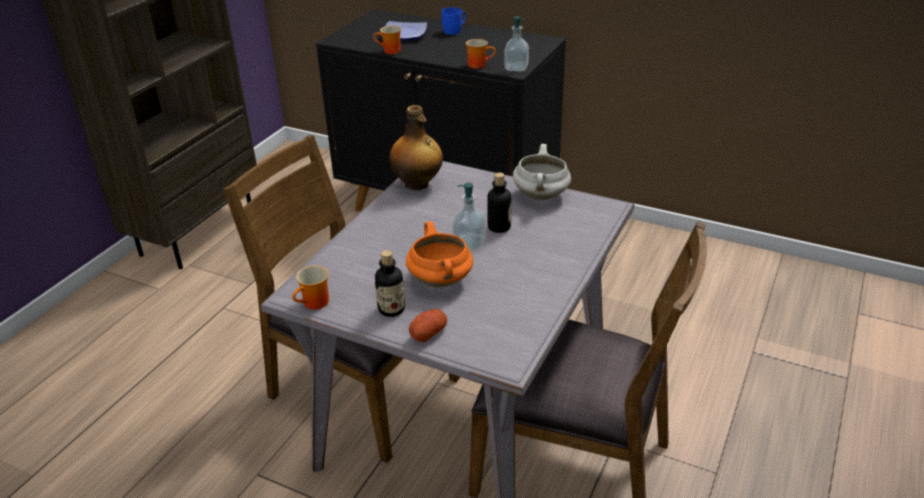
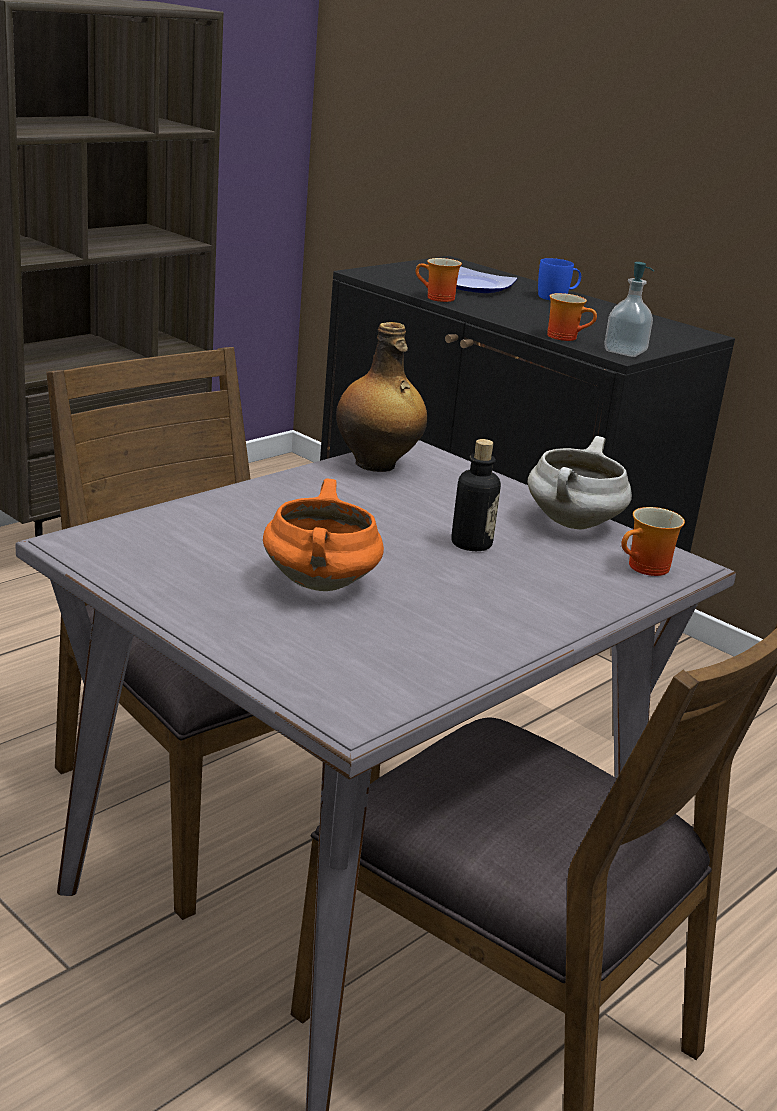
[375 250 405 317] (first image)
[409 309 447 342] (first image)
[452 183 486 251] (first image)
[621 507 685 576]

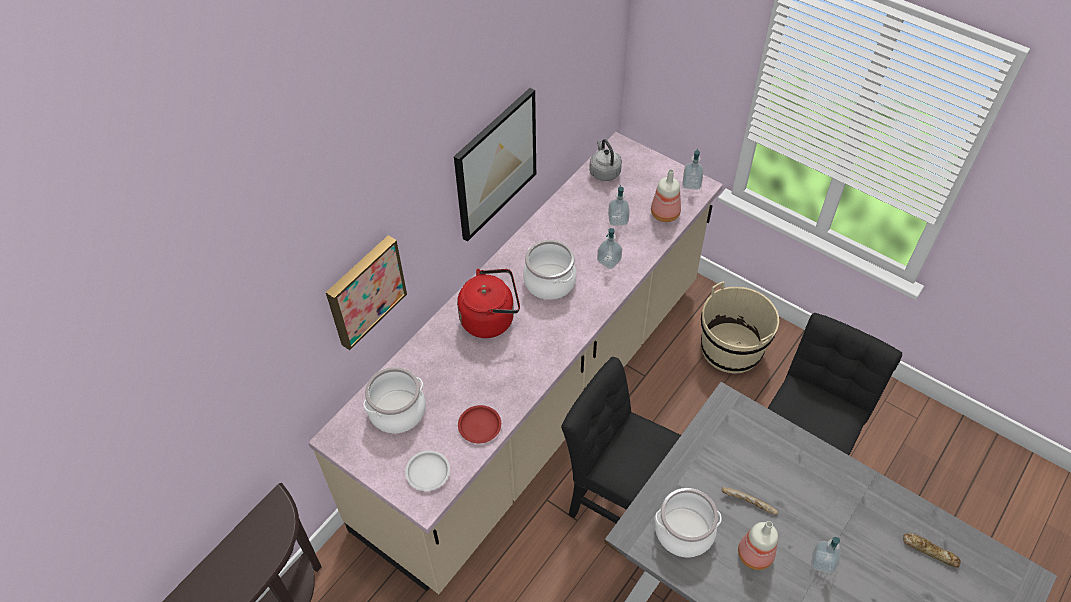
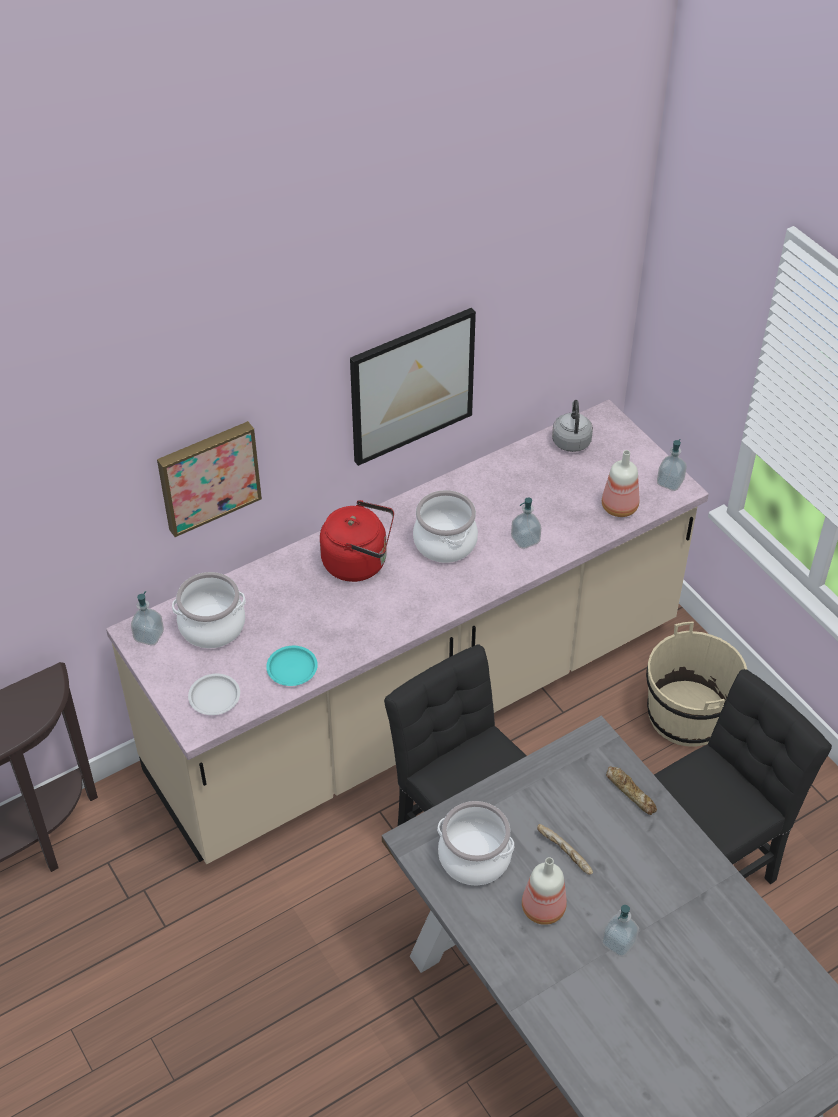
[131 591 164 645]
[606 766 657 815]
[266 646 318 686]

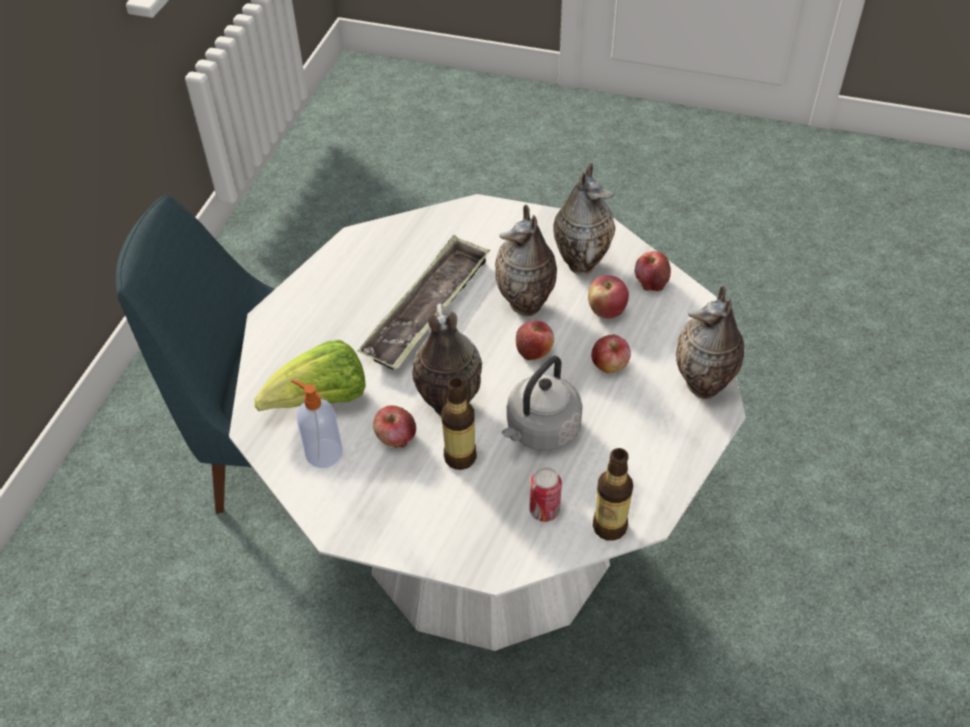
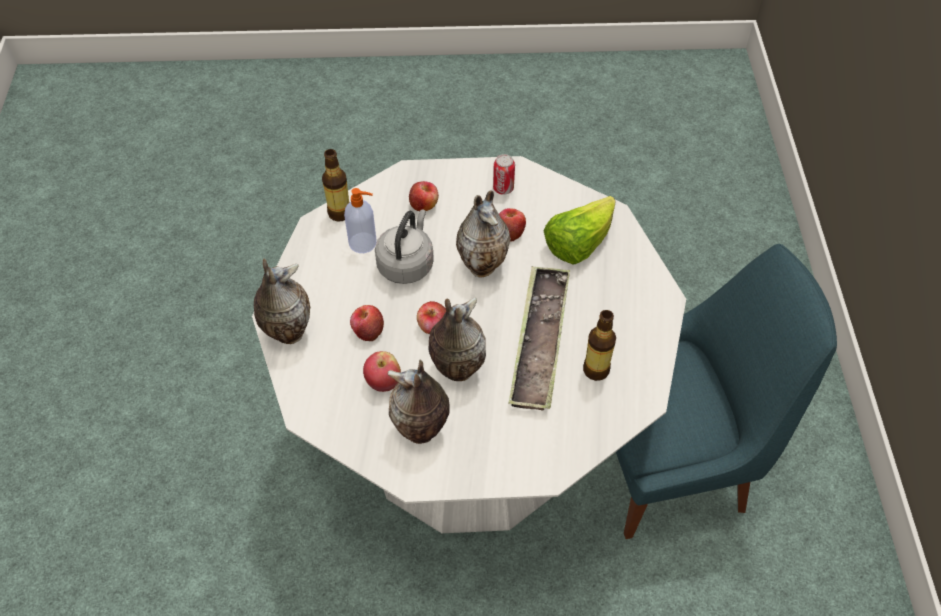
[344 188 377 253]
[583 310 616 381]
[493 154 515 195]
[409 181 439 211]

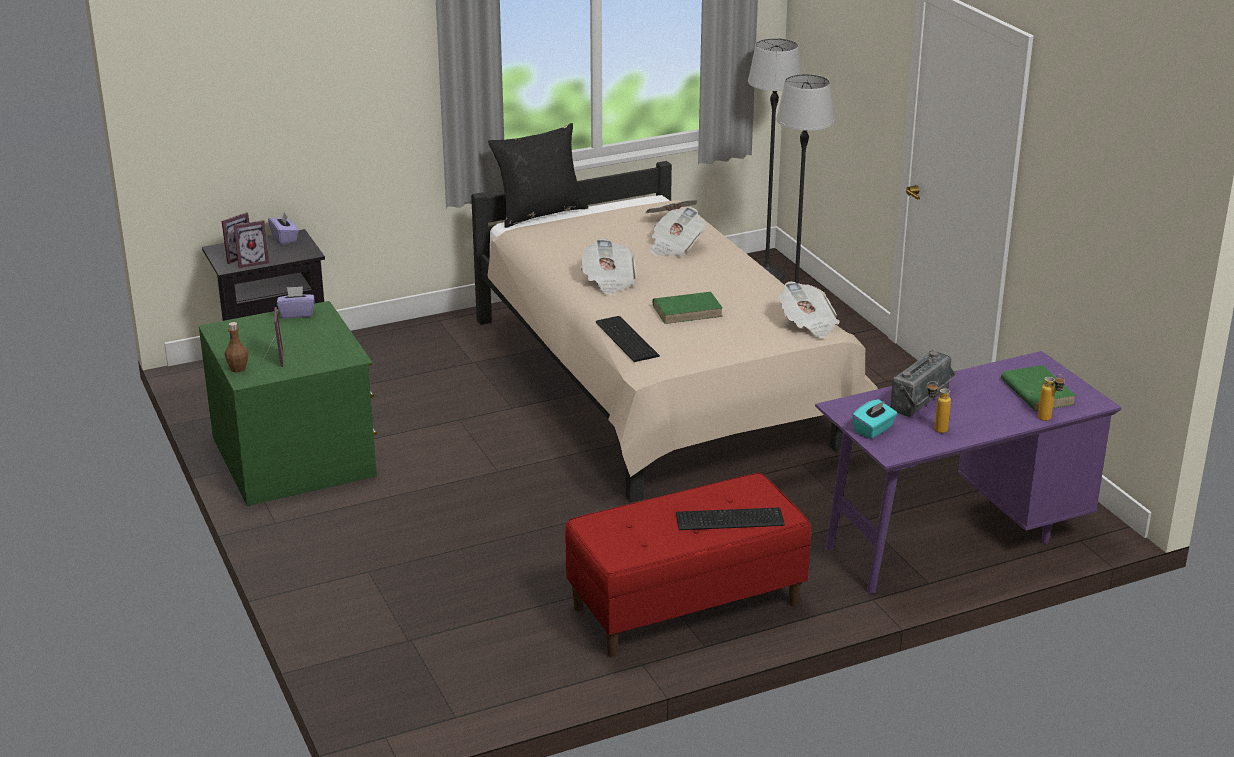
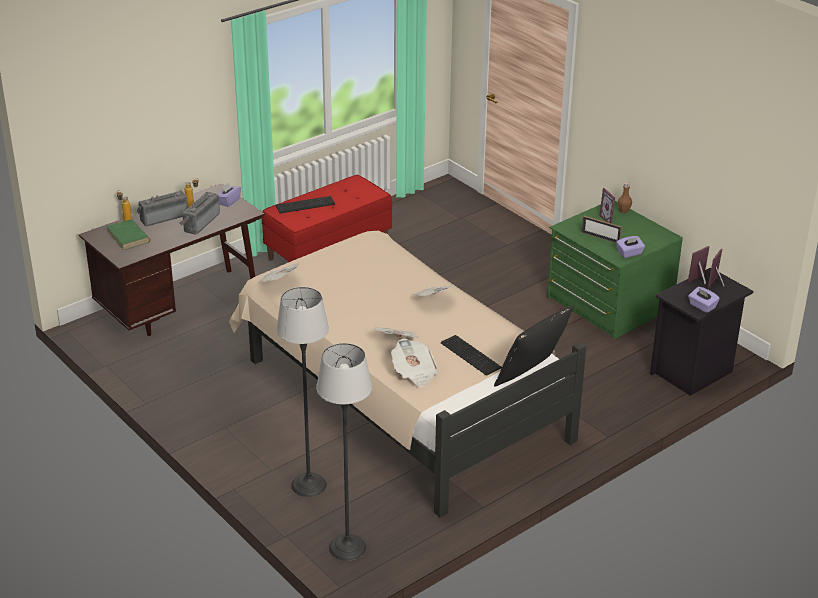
[653 292 723 324] (first image)
[137 190 188 226]
[581 215 622 243]
[441 335 502 376]
[79 183 265 336]
[218 183 241 207]

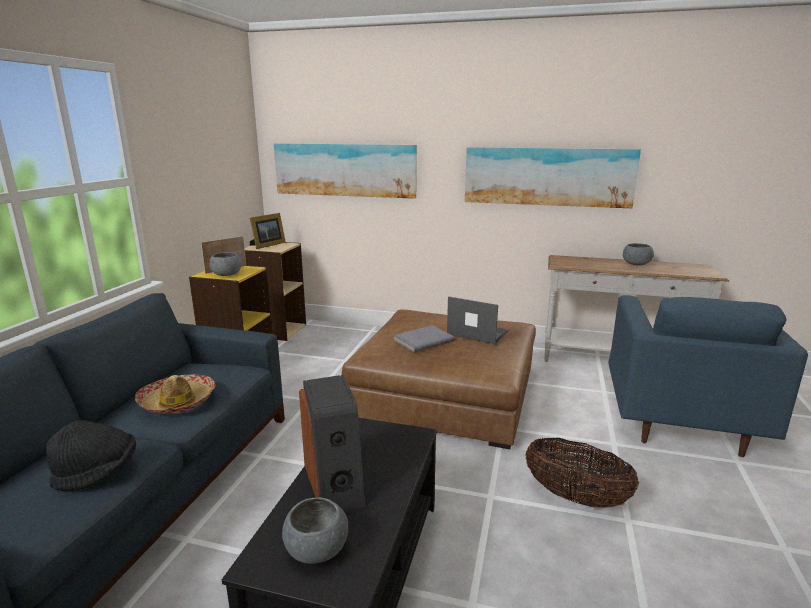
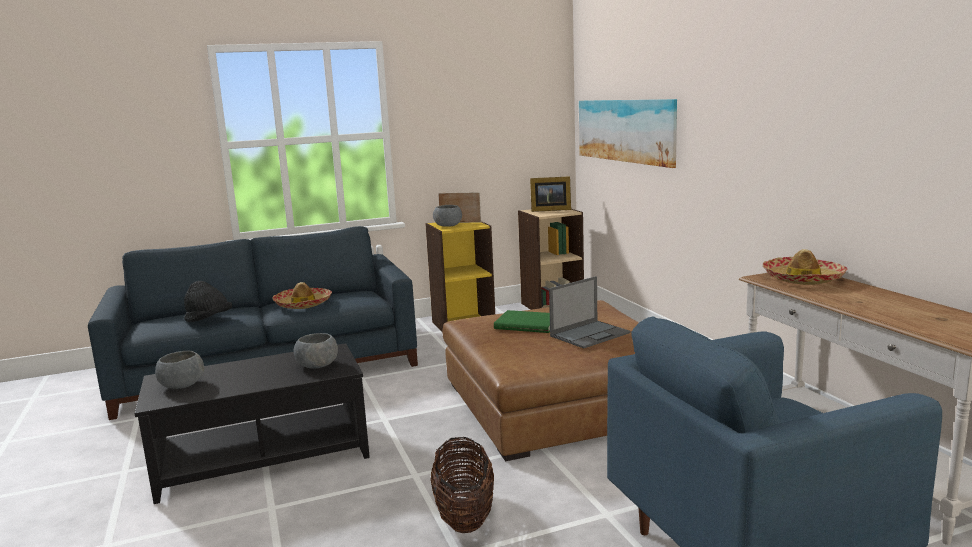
[299 375 365 511] (first image)
[465 147 641 208] (first image)
[762 249 848 285]
[294 333 338 369]
[494 310 550 333]
[549 276 631 348]

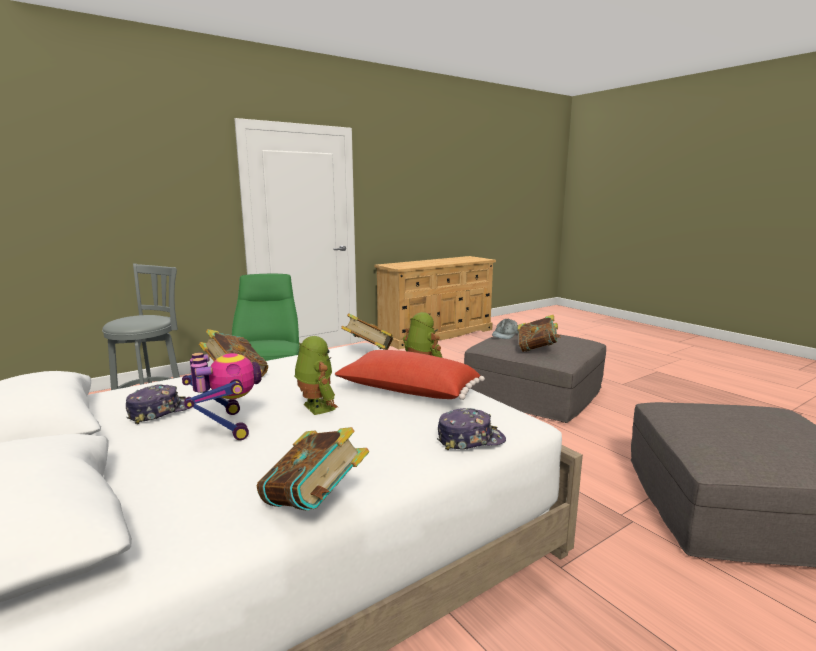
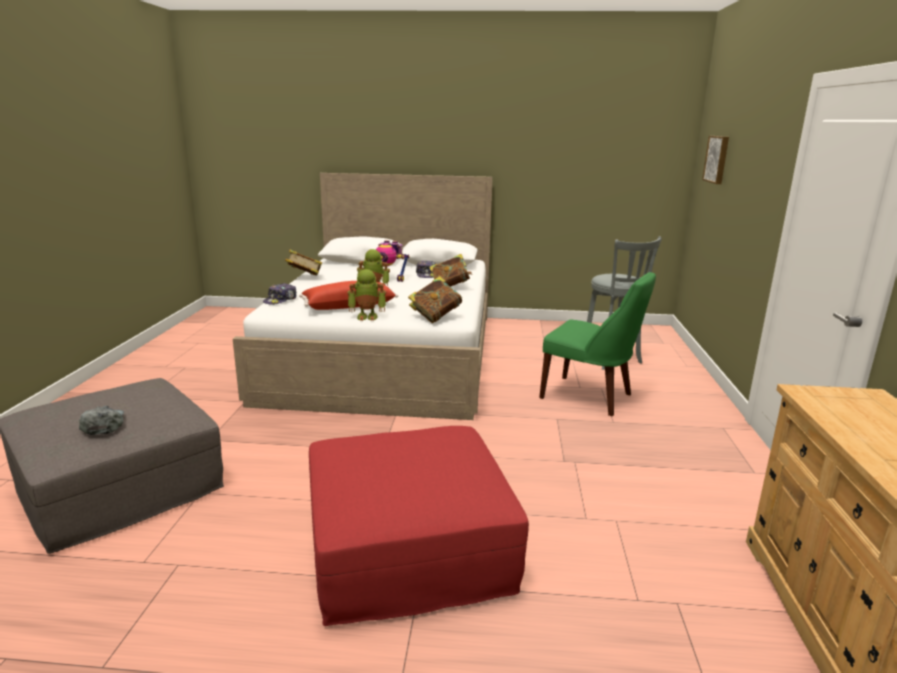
[518 315 561 352] (first image)
[702 136 729 184]
[79 406 124 435]
[309 426 529 626]

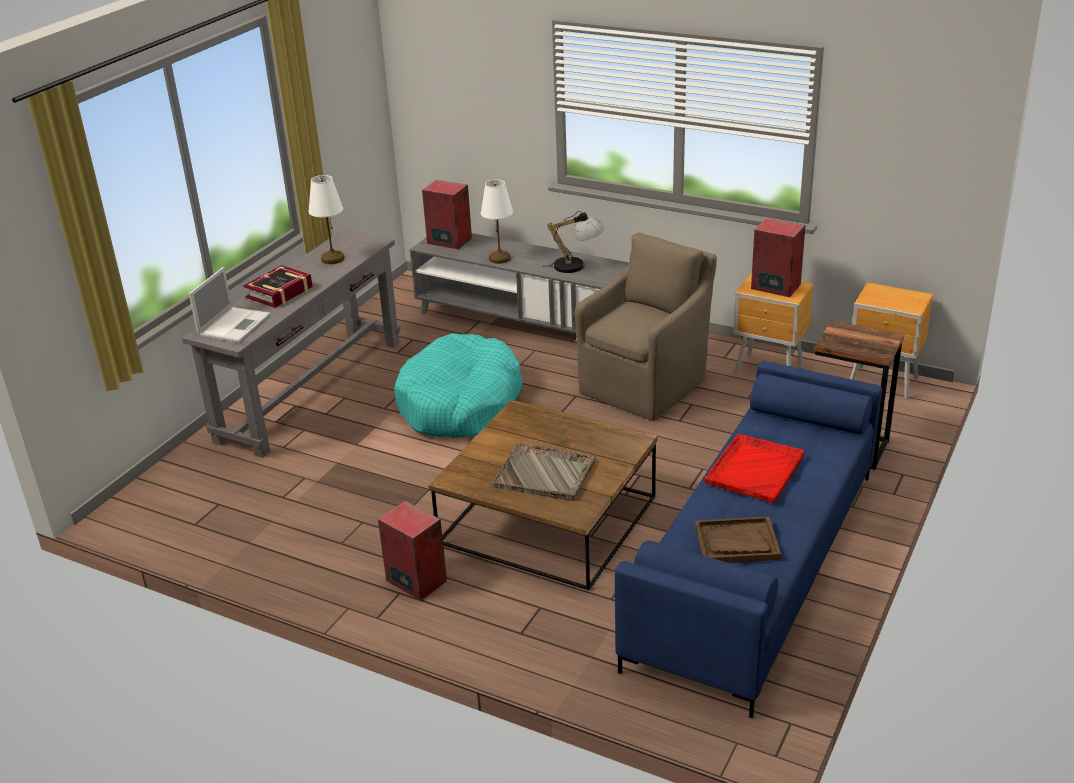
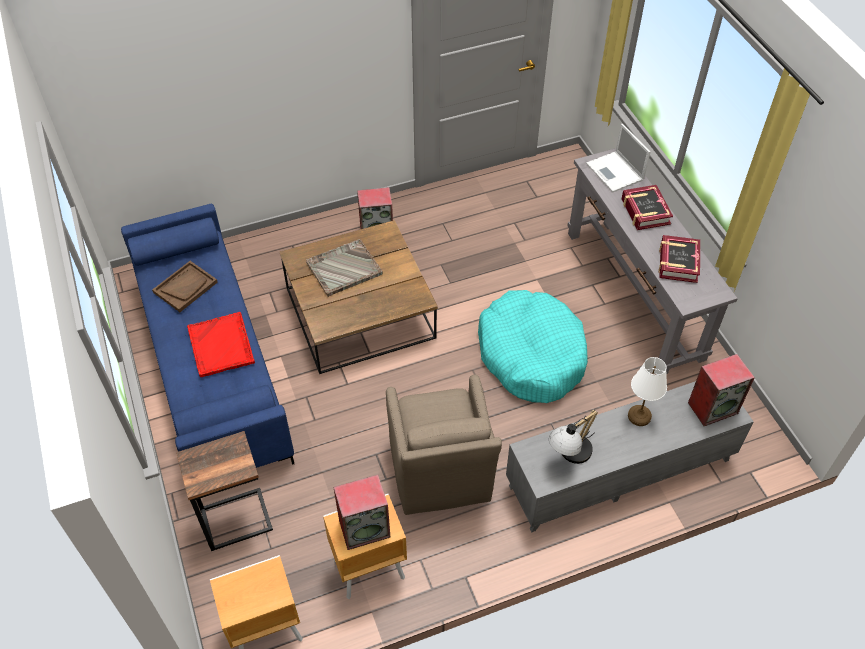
[658 235 700 283]

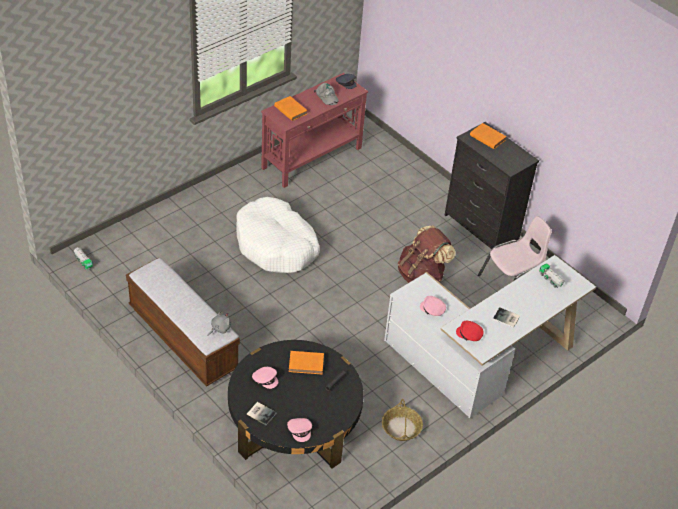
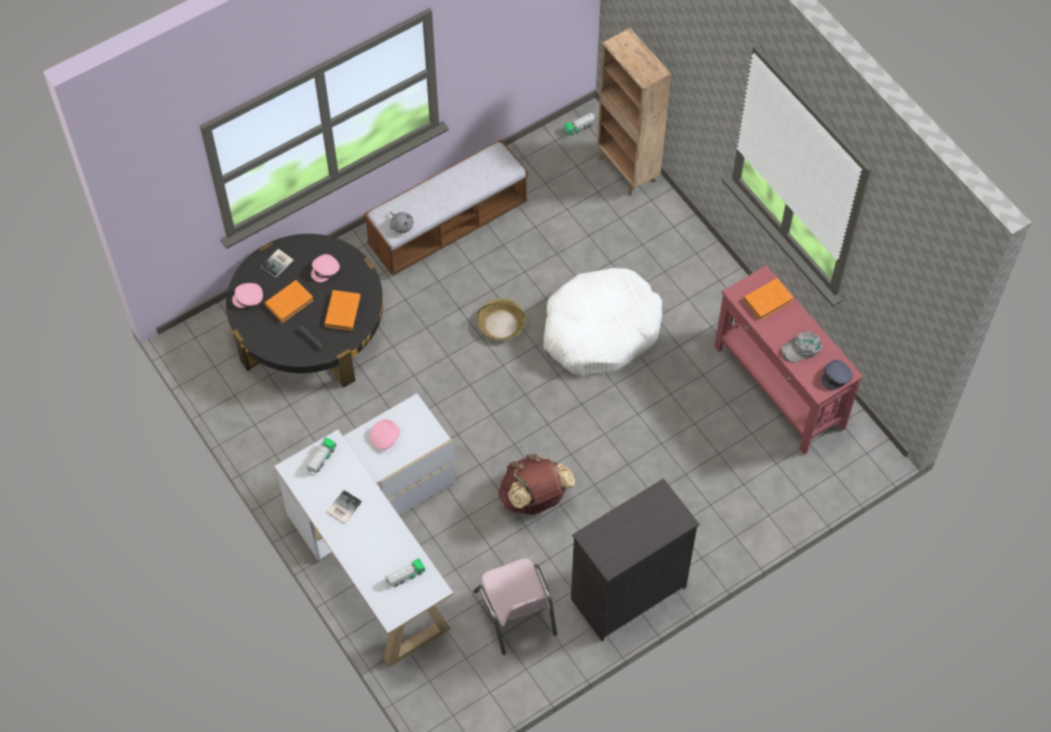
[597 28 671 196]
[477 299 525 340]
[265 280 314 323]
[307 438 336 473]

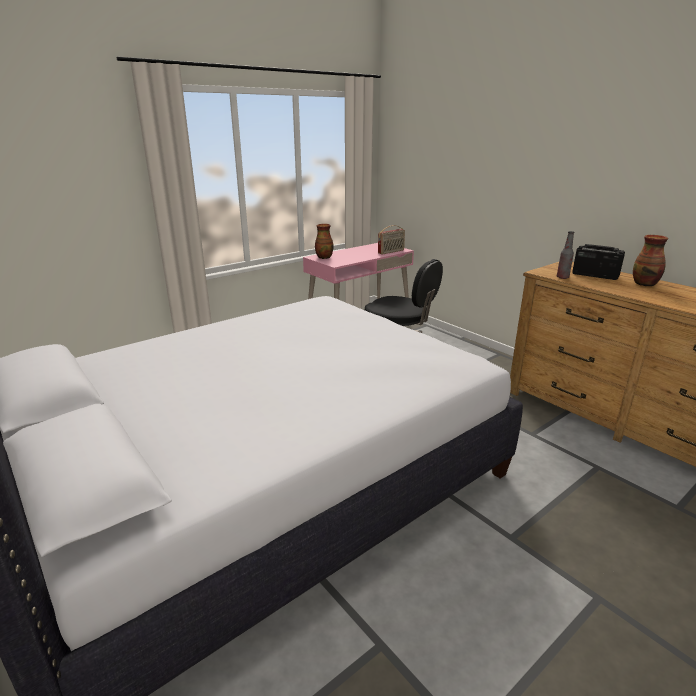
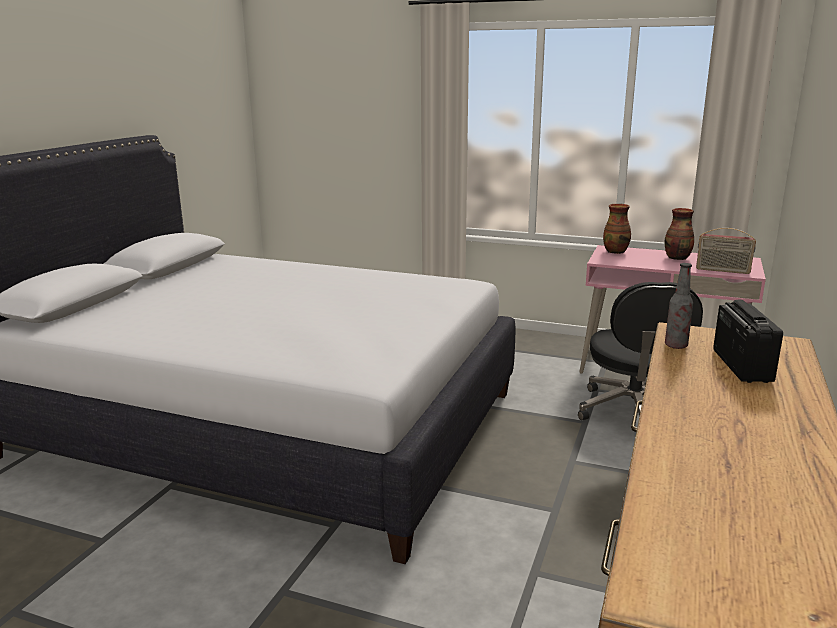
[664 208 694 260]

